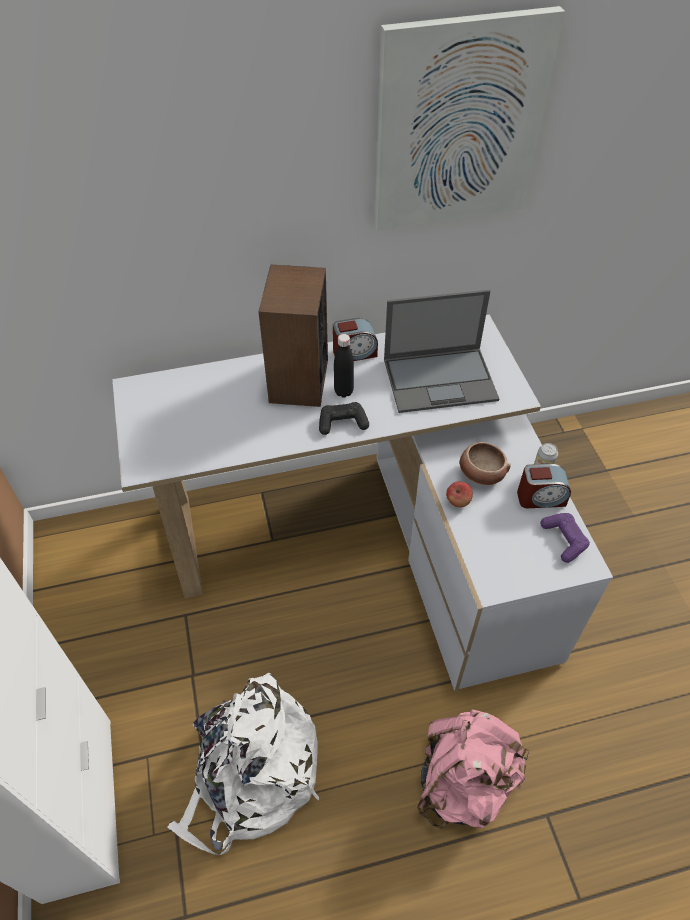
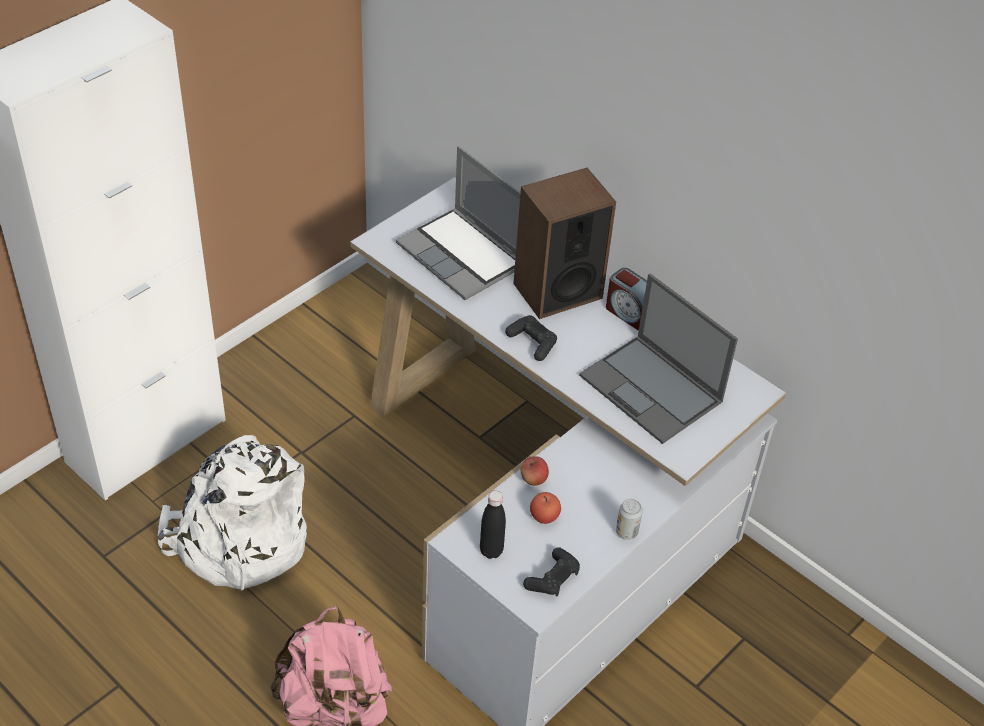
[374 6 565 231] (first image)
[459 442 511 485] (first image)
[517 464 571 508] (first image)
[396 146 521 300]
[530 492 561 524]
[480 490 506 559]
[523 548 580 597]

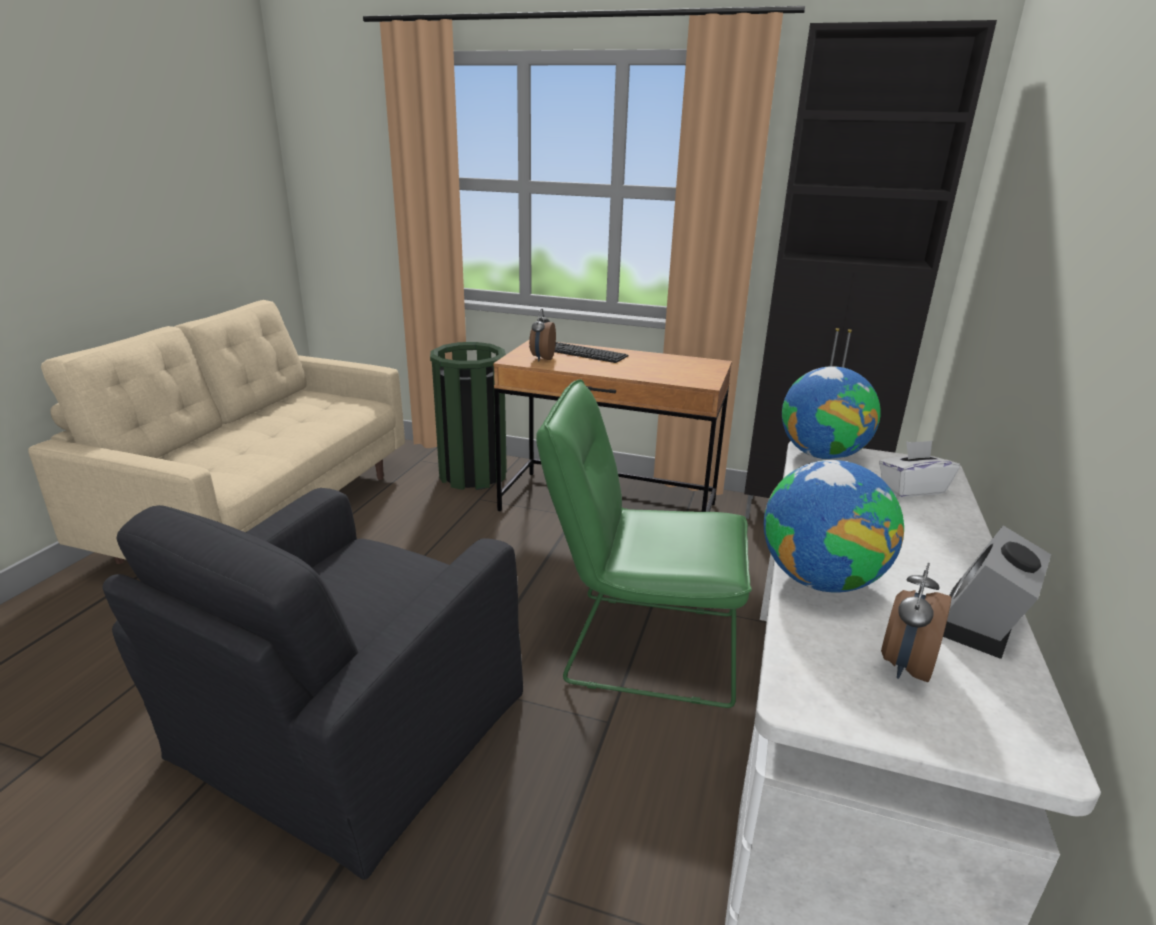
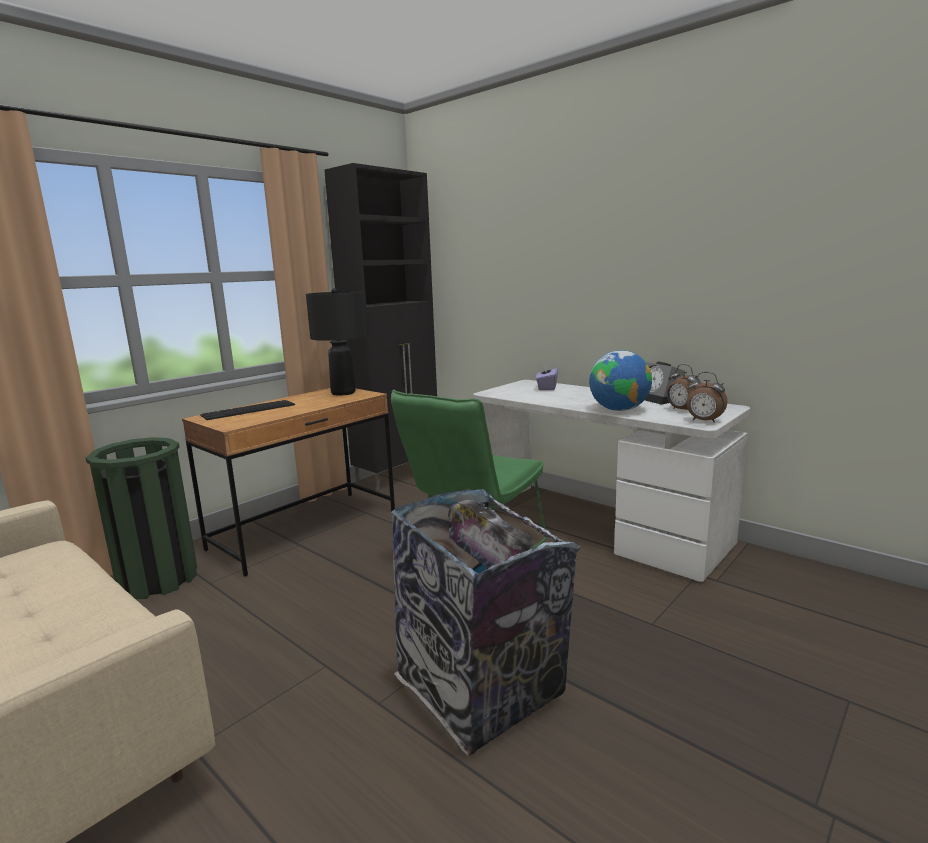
[782 366 881 460] (first image)
[306 288 366 396]
[687 372 727 423]
[391 489 581 755]
[536 363 558 390]

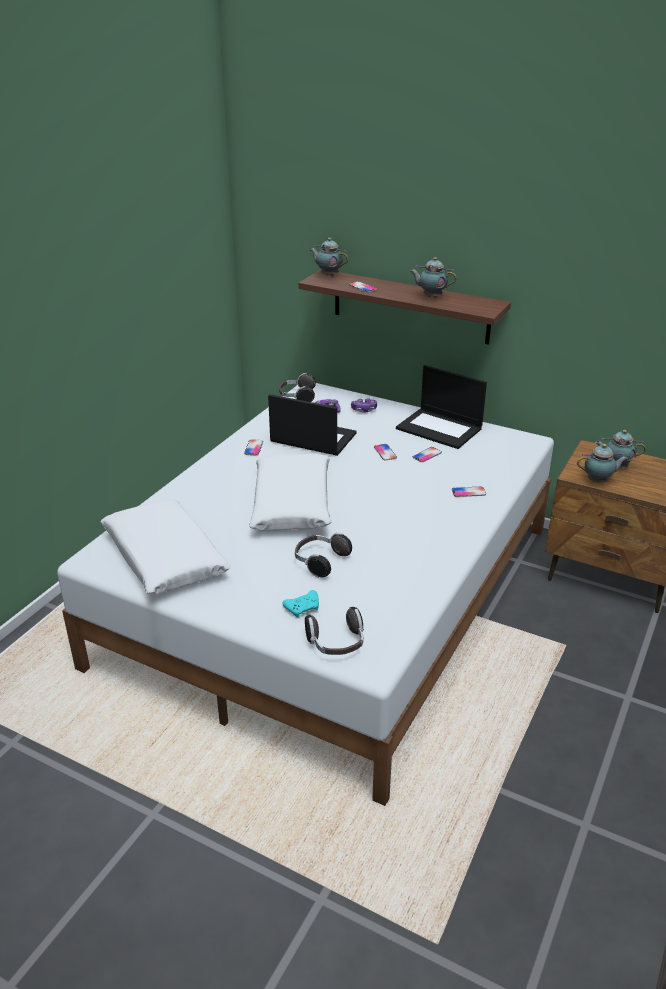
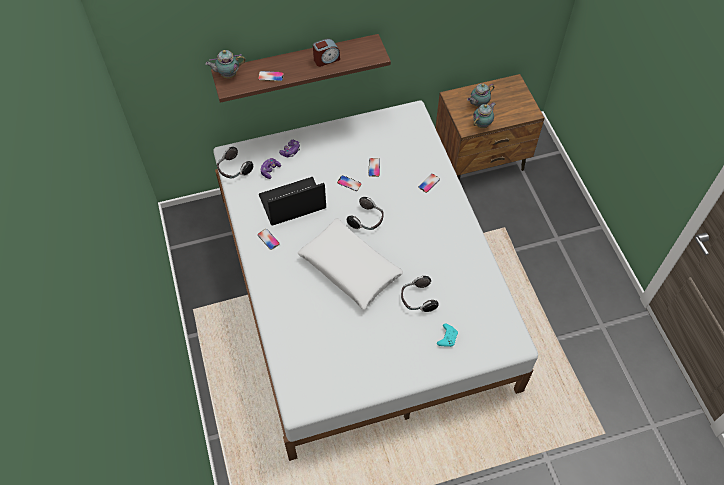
[100 499 231 594] (first image)
[396 365 487 449] (first image)
[347 197 384 230]
[313 39 340 67]

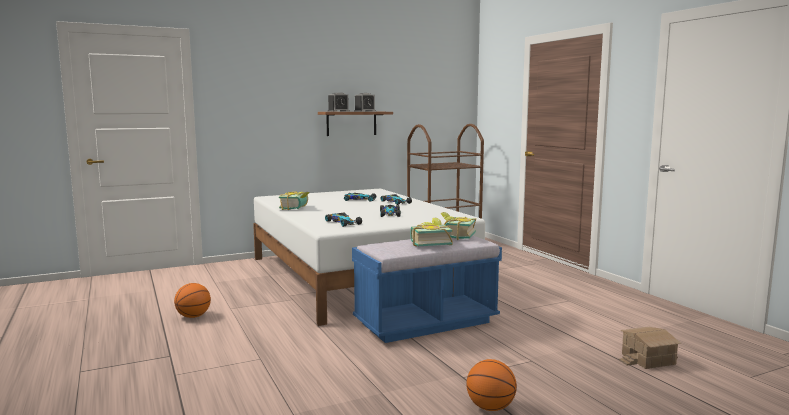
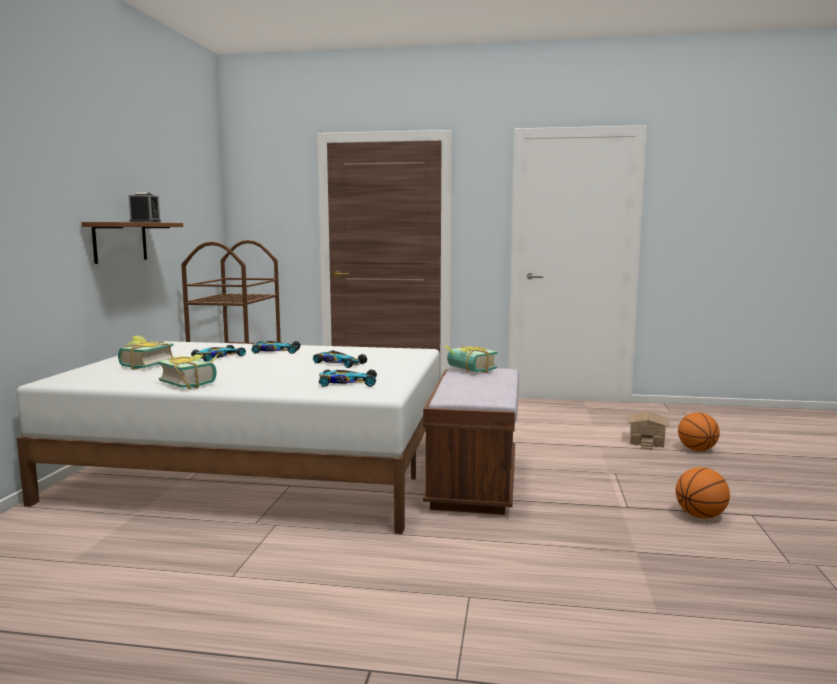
[328 92 350 112] (first image)
[678 412 720 451]
[118 335 174 370]
[423 367 519 515]

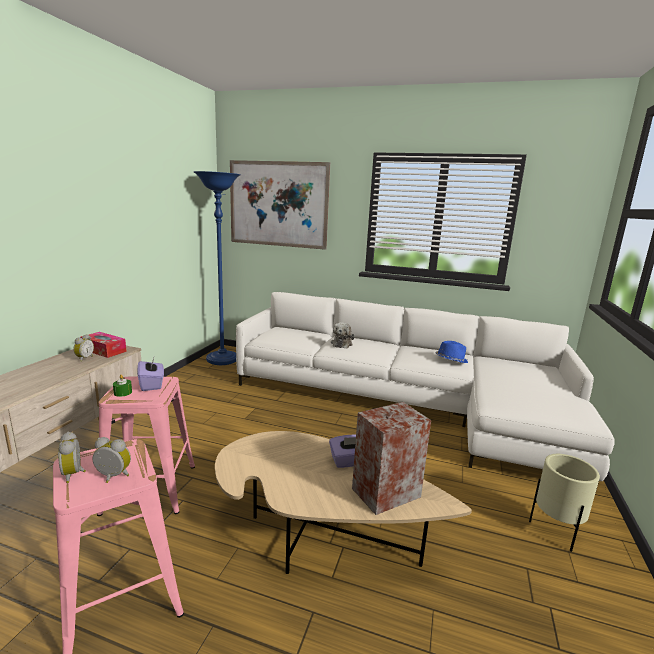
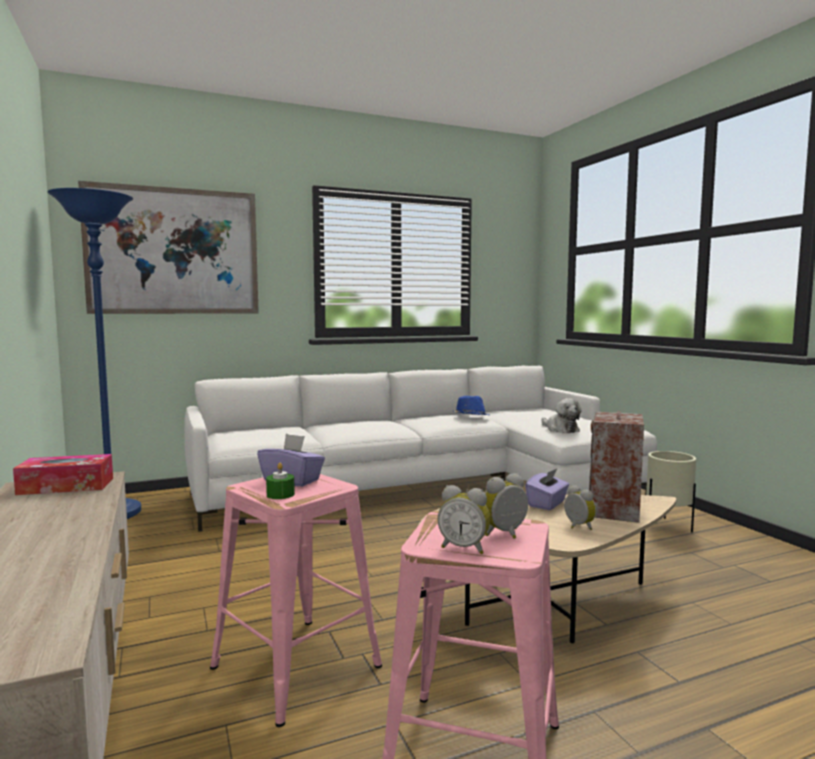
[564 485 596 530]
[542 398 582 433]

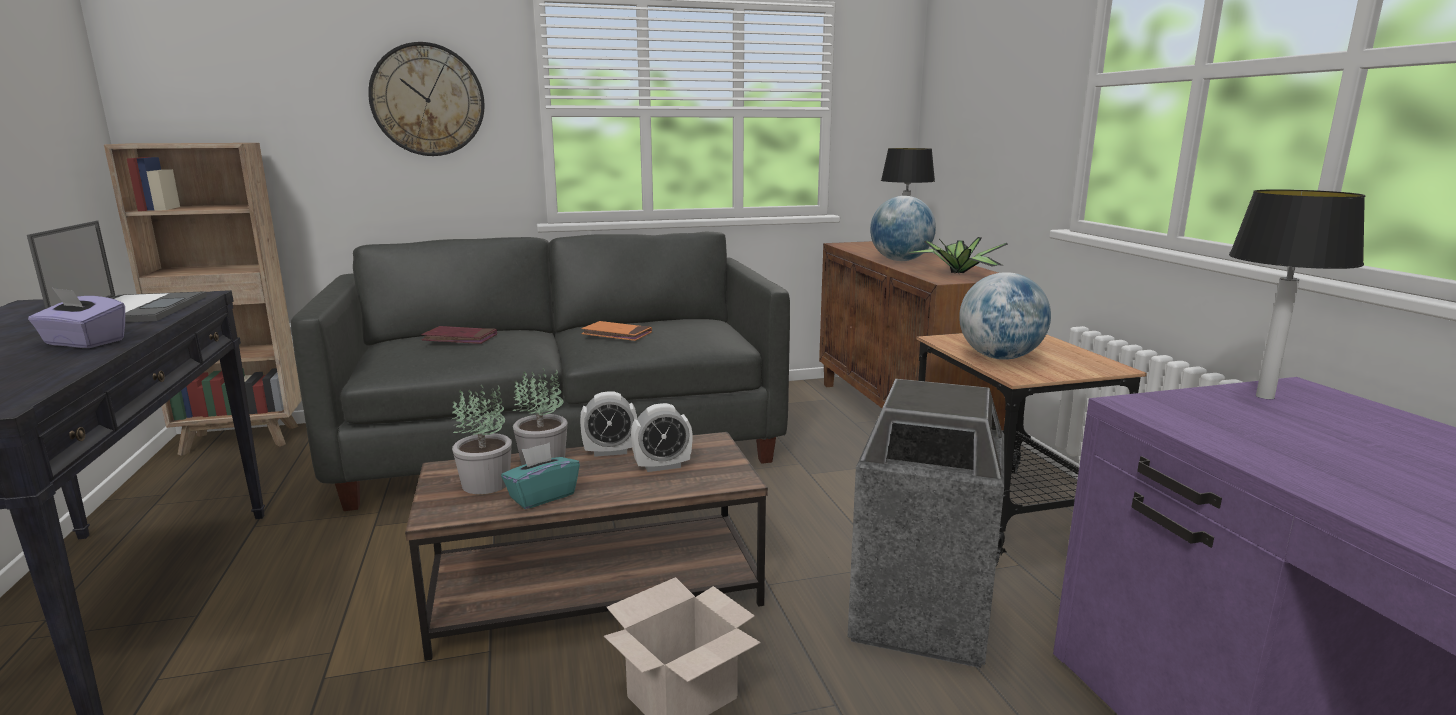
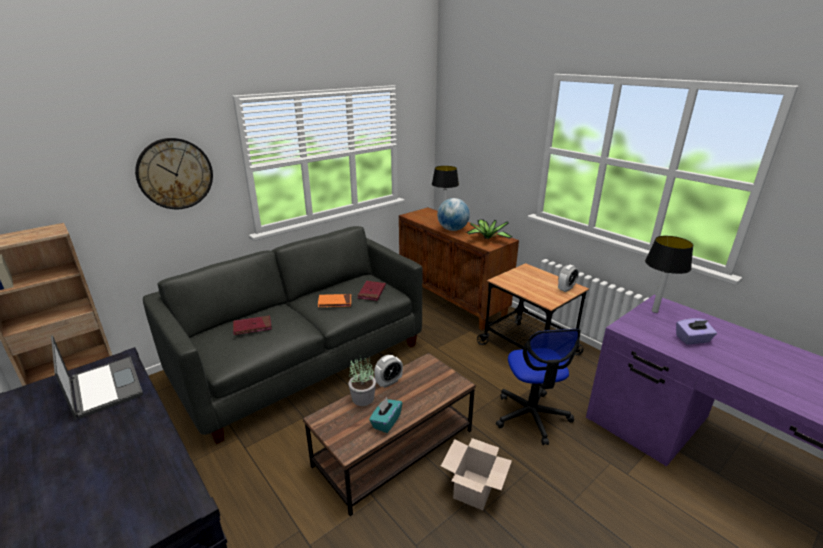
[452 385 512 494] (first image)
[959 272 1051 360] (first image)
[357 281 386 301]
[676 318 717 344]
[558 265 579 292]
[496 329 581 445]

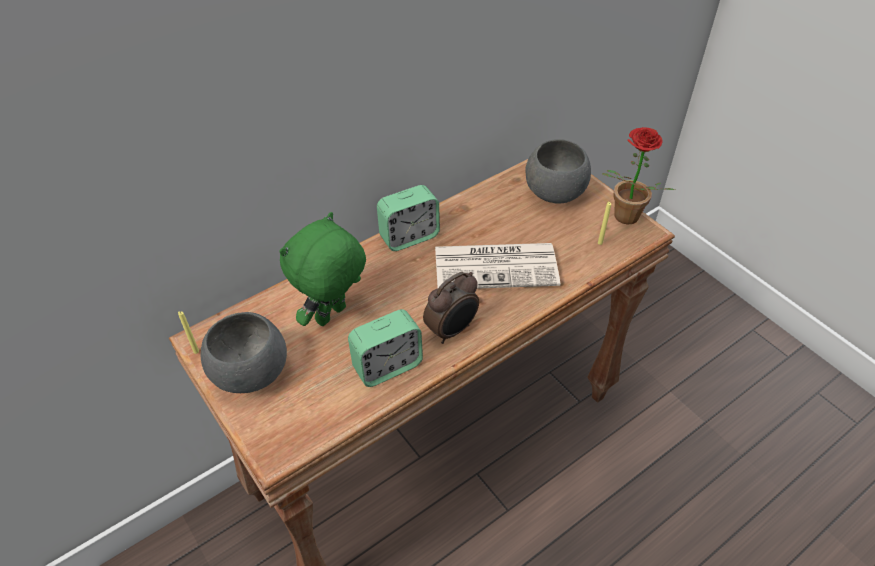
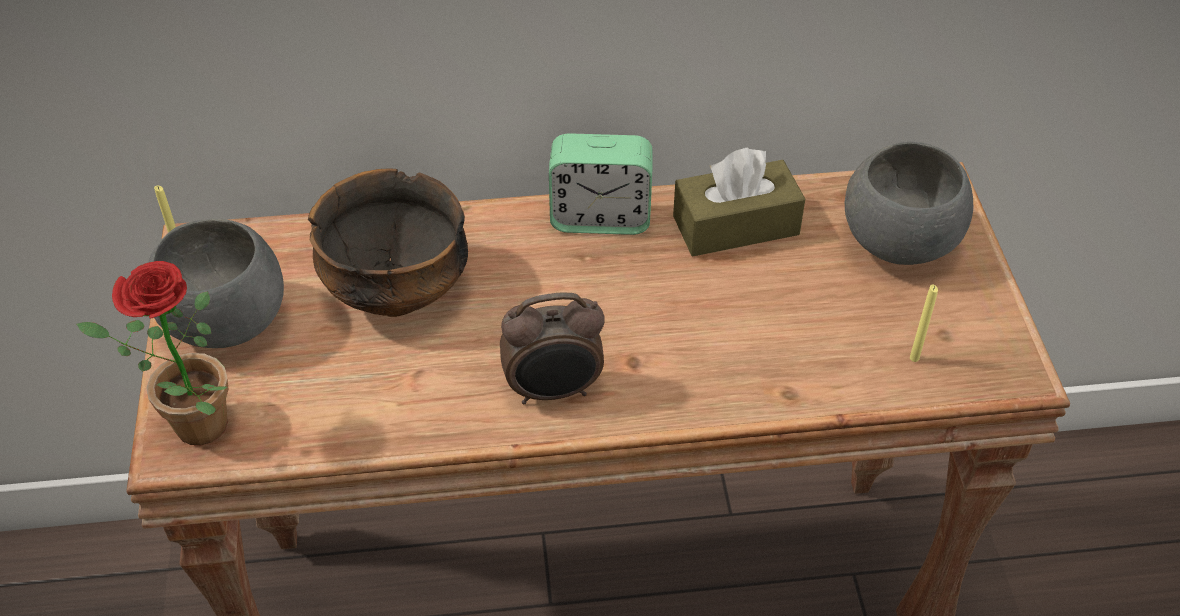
[348 309 423 387] (first image)
[435 243 560 289] (first image)
[673 148 805 256]
[76 261 228 445]
[308 168 468 317]

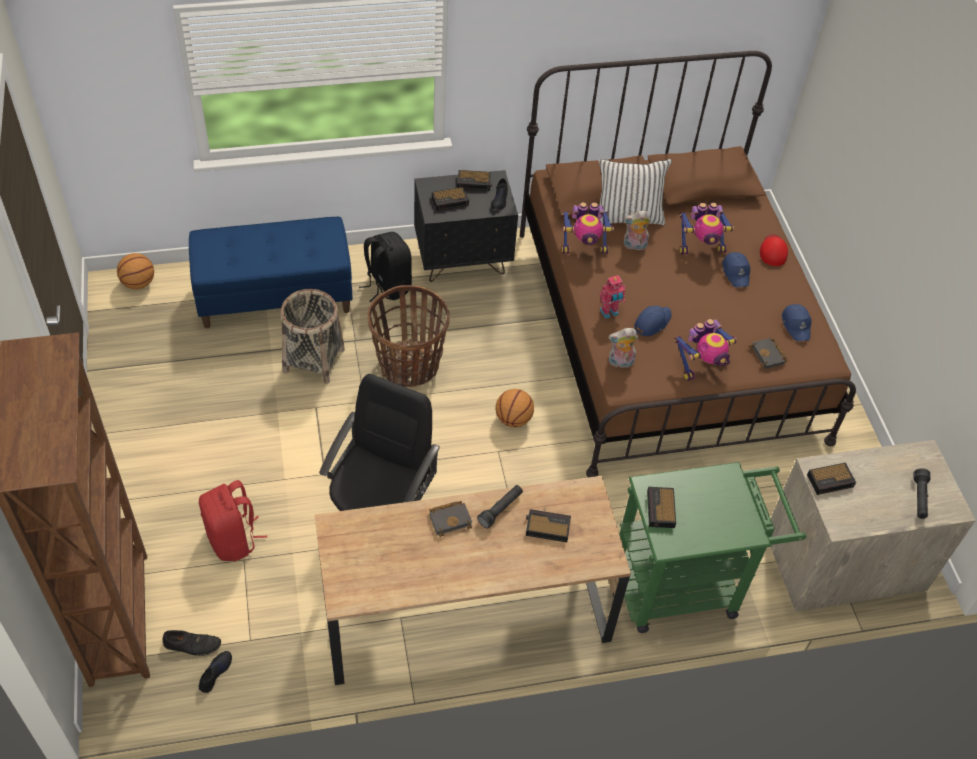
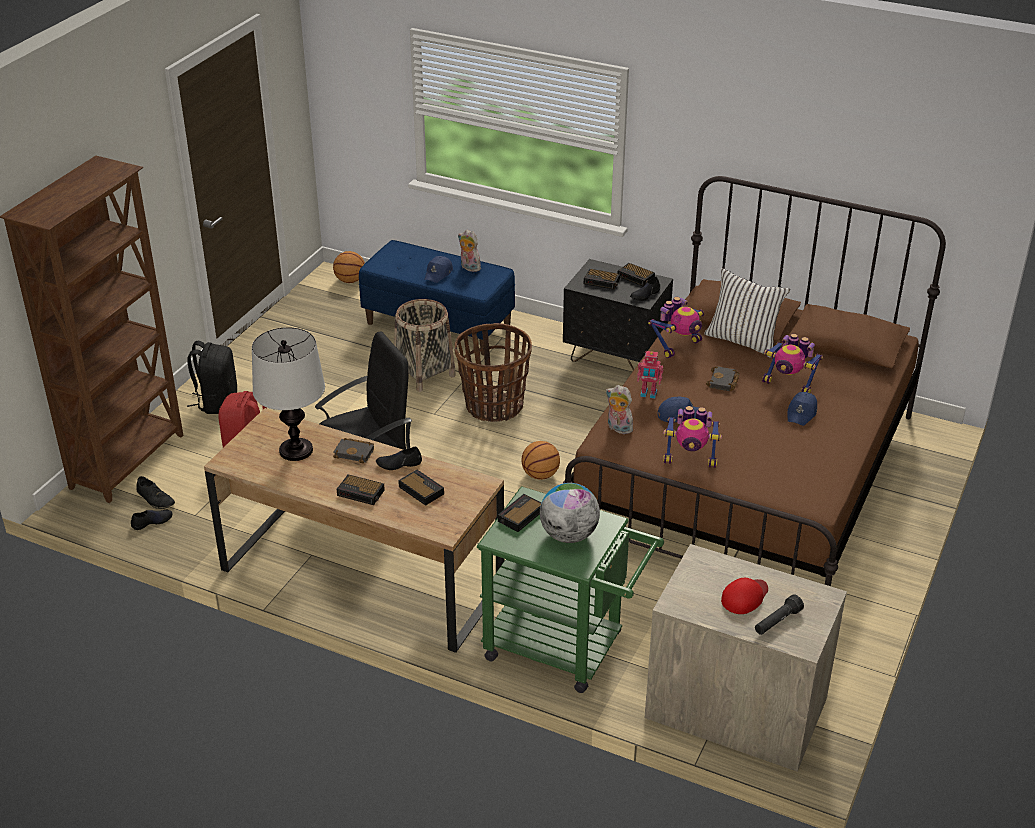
[252 327 325 461]
[540 483 600 543]
[187 341 237 414]
[458 230 481 272]
[706 366 740 391]
[721 578 768 614]
[425 256 453 283]
[337 474 385 505]
[376 447 422 470]
[648 297 704 358]

